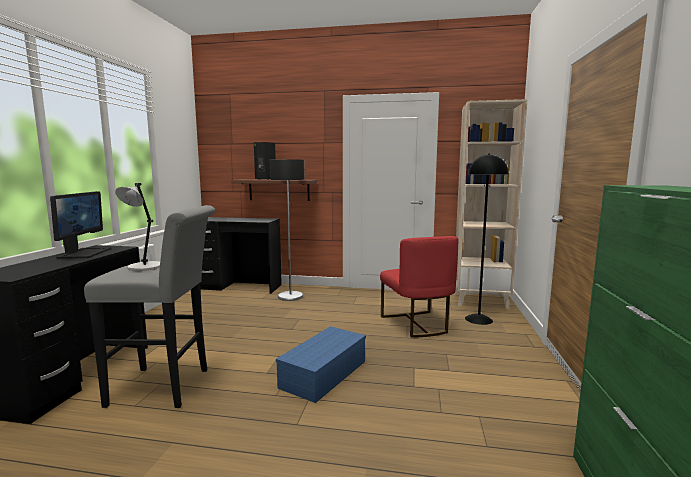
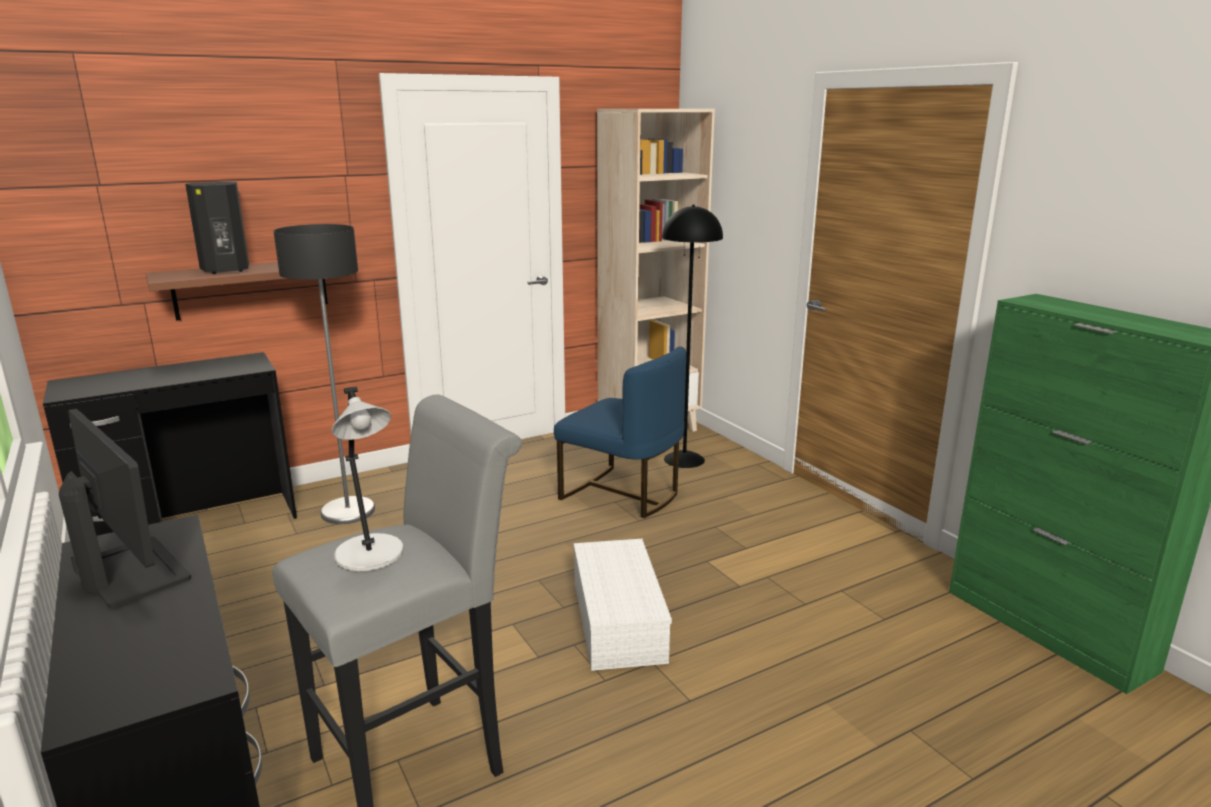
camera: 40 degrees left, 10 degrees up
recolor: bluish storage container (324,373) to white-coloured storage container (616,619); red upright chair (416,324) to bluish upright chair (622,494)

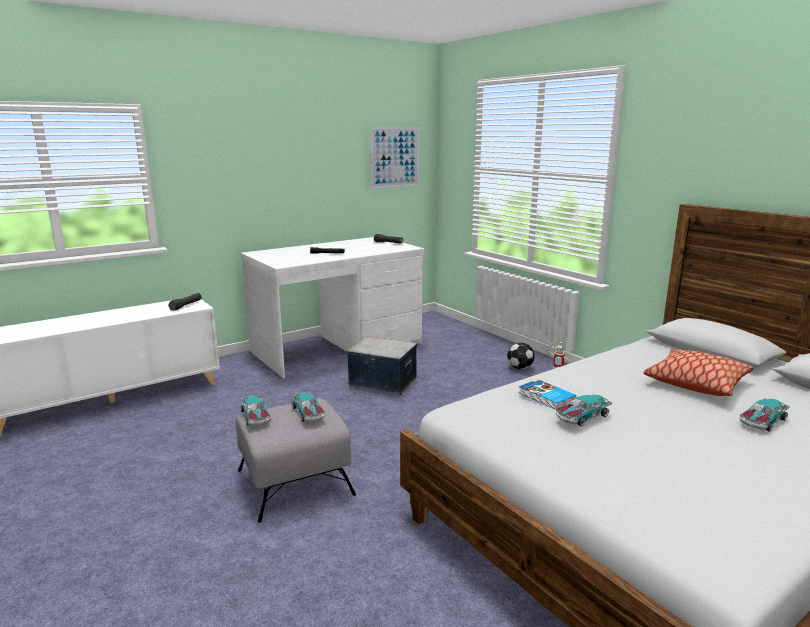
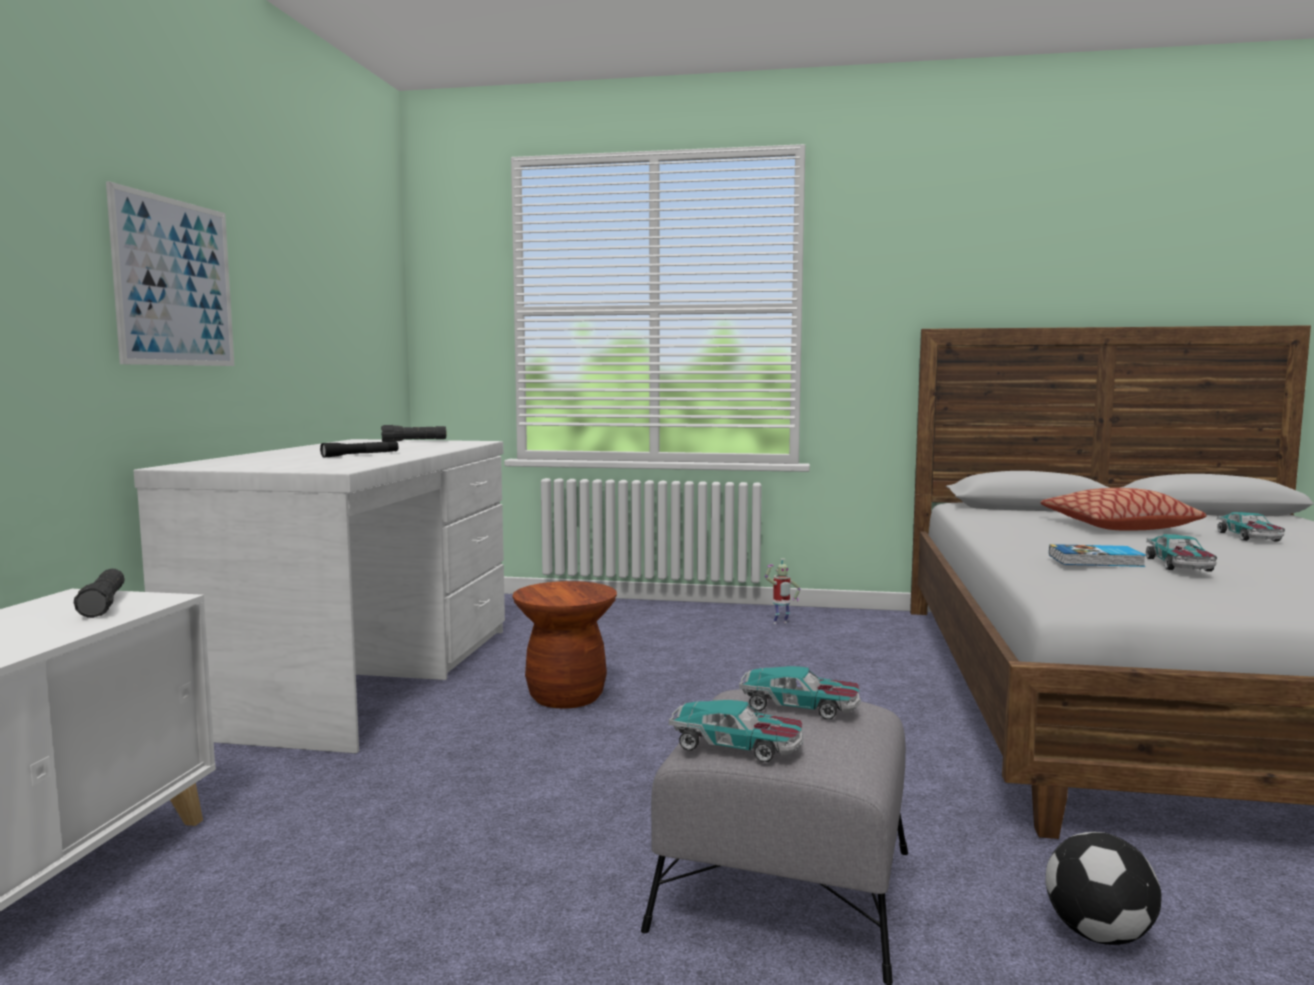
camera: 45 degrees left, 10 degrees down
move: wall picture (395,157) to (175,283); ball for football (520,368) to (1098,933)
replace: storage container (383,382) to brown stool seat (566,697)

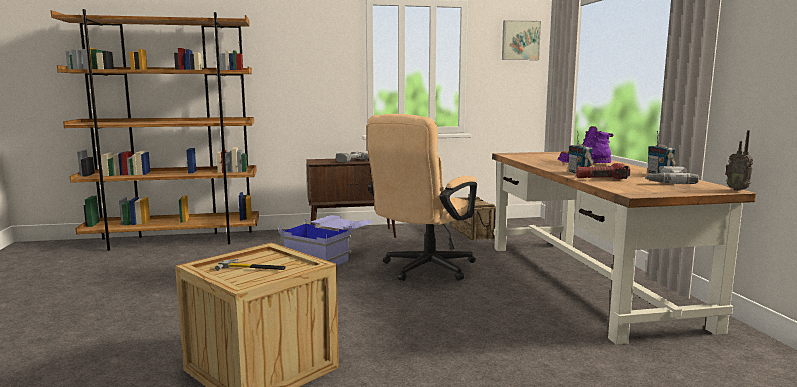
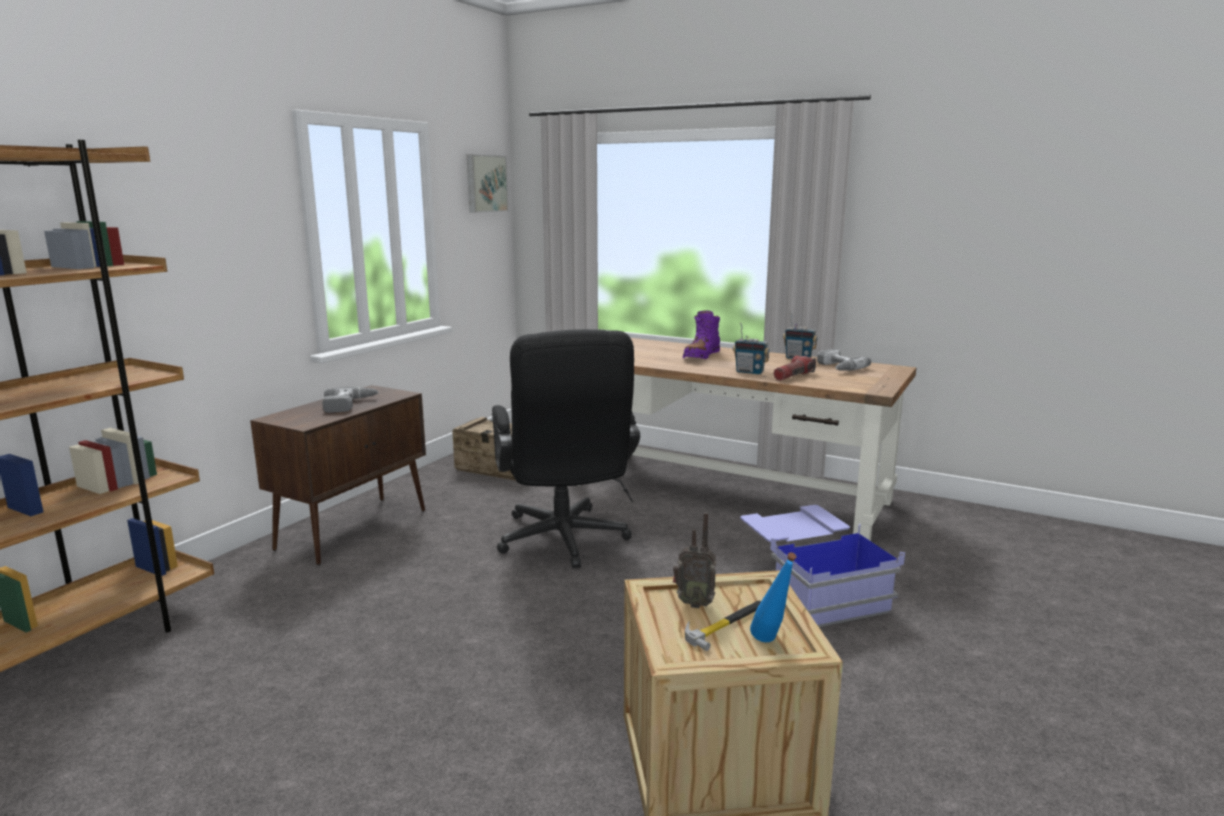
camera: 50 degrees left, 5 degrees up
insert: bluish beverage bottle (771,644)
move: bluish storage container (329,257) to (811,588); radio (737,190) to (694,603)
recolor: beige-coloured computer chair (423,270) to blackish computer chair (564,543)

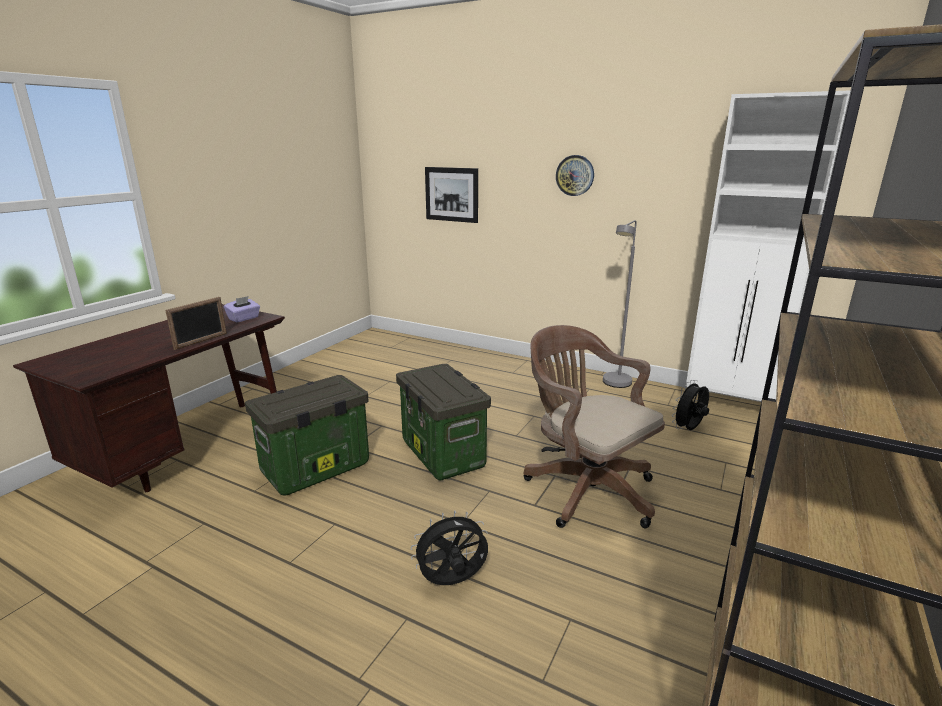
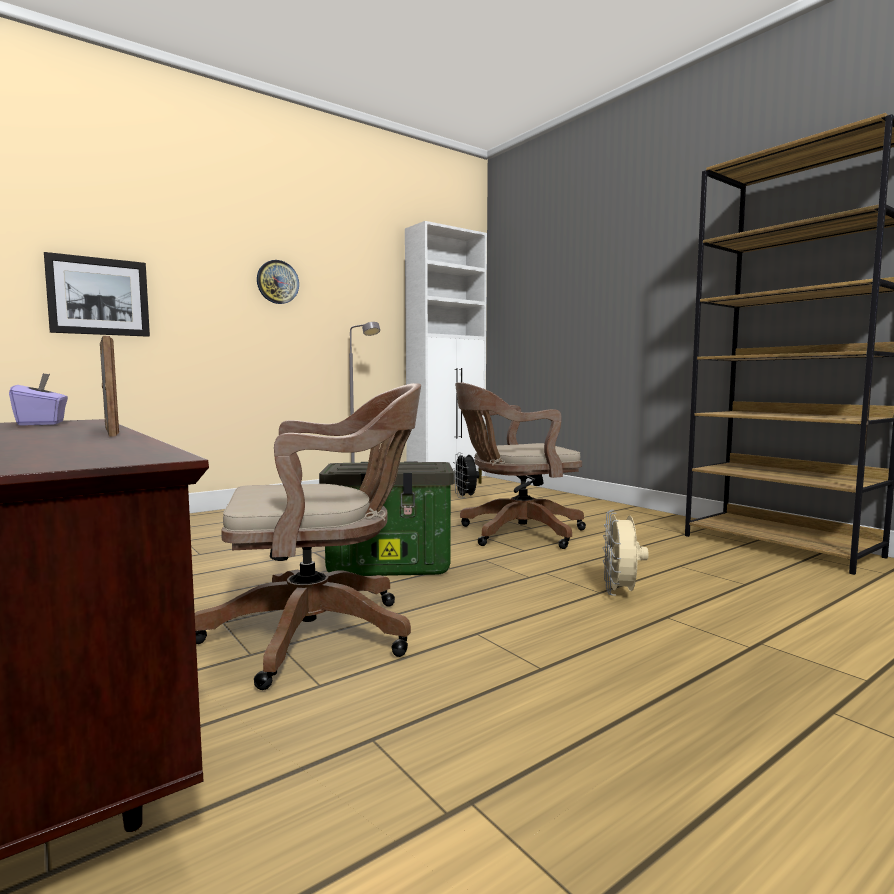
camera: 65 degrees left, 15 degrees down
replace: storage container (315,469) to brown computer chair (322,633)
recolor: blackish fan (452,582) to beige-coloured fan (620,593)

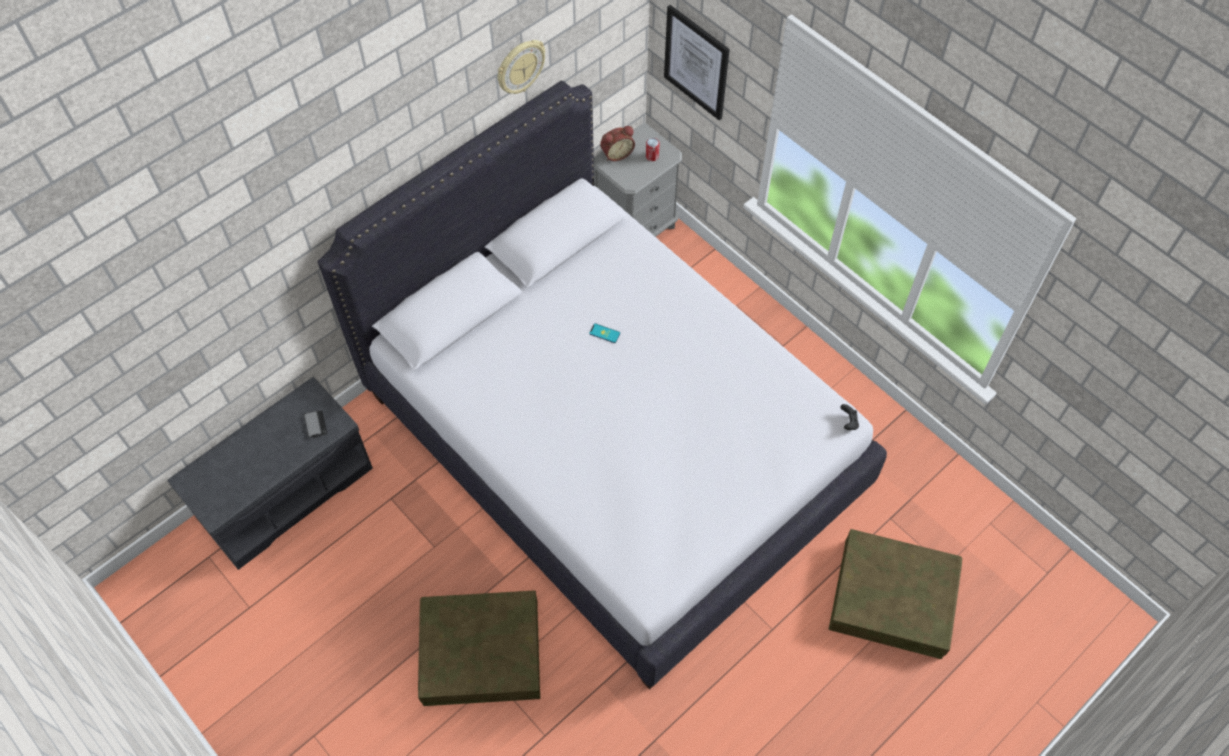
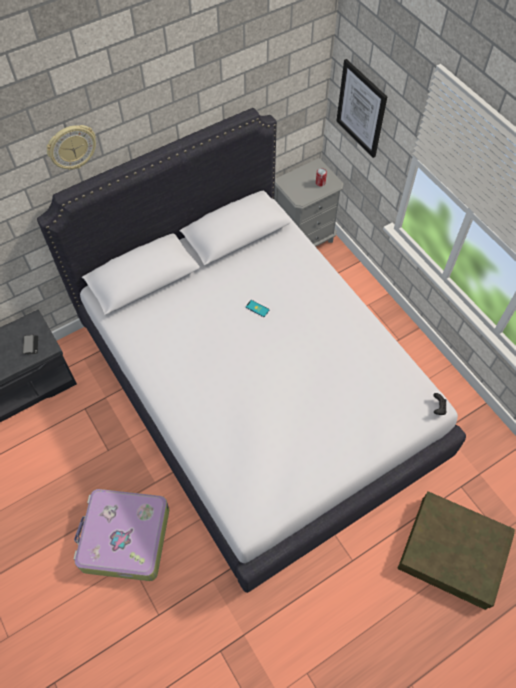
camera: 10 degrees right, 0 degrees up
delete: table clock (616,153)
move: clock on the wall (520,67) to (71,147)
replace: brown storage container (481,652) to travel case (124,538)

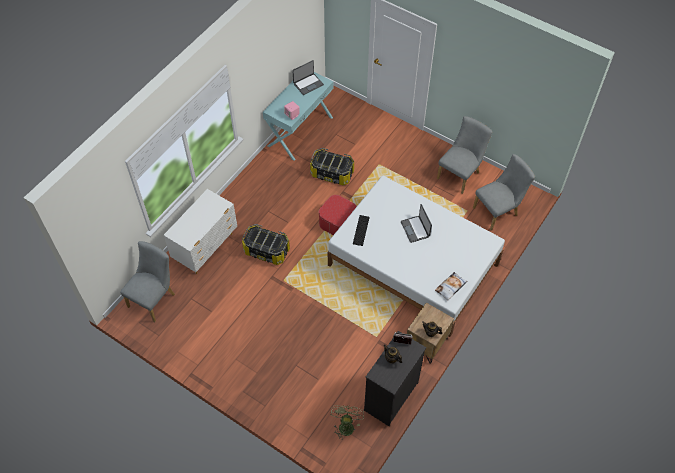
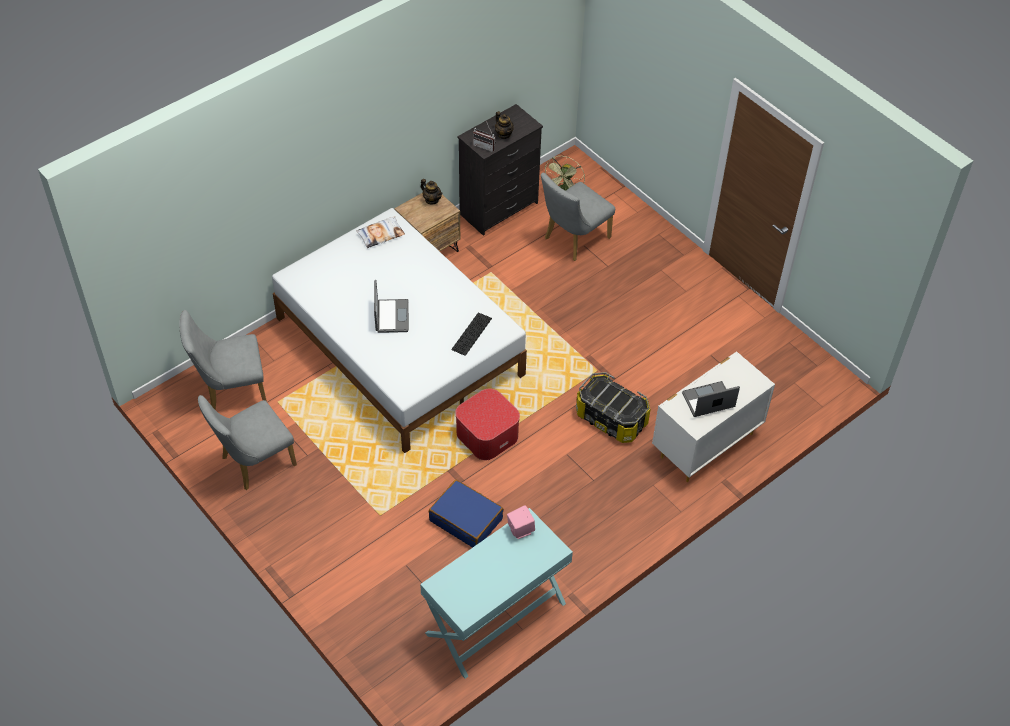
camera: 165 degrees left, 5 degrees down
move: grey upright chair (154,298) to (573,240); laptop (308,84) to (708,401)
replace: storage container (332,173) to bluish travel case (466,519)

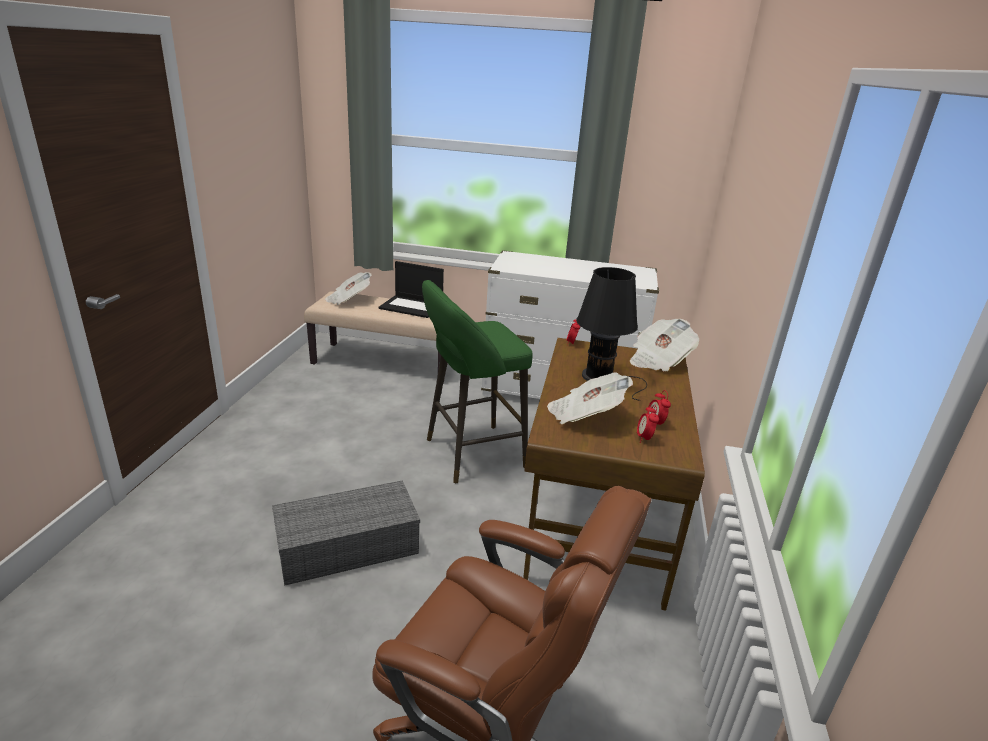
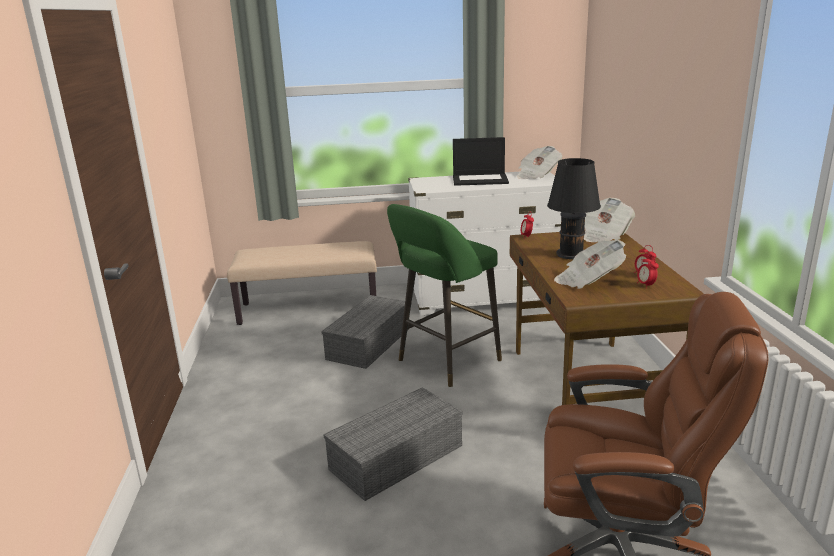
camera: 15 degrees left, 5 degrees down
insert: grey storage container (369,344)
move: printed paper (348,300) to (537,175); laptop (412,307) to (480,179)

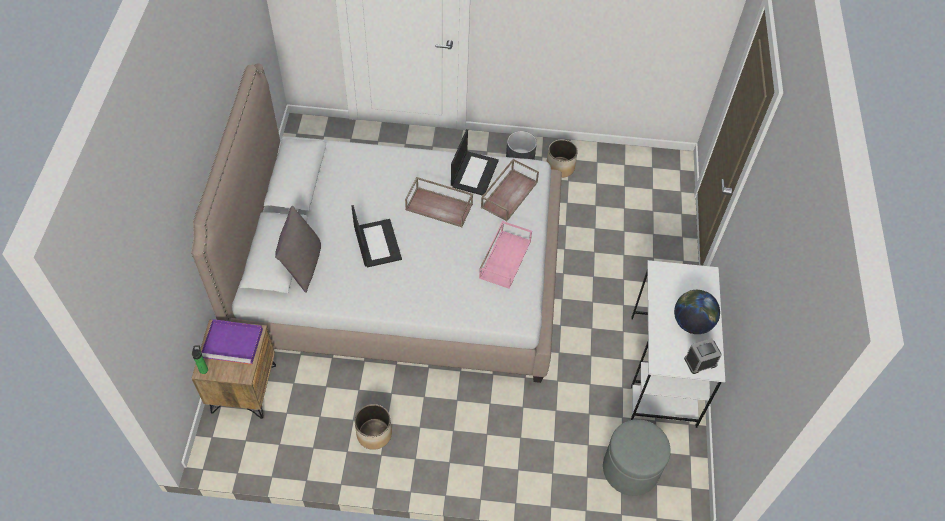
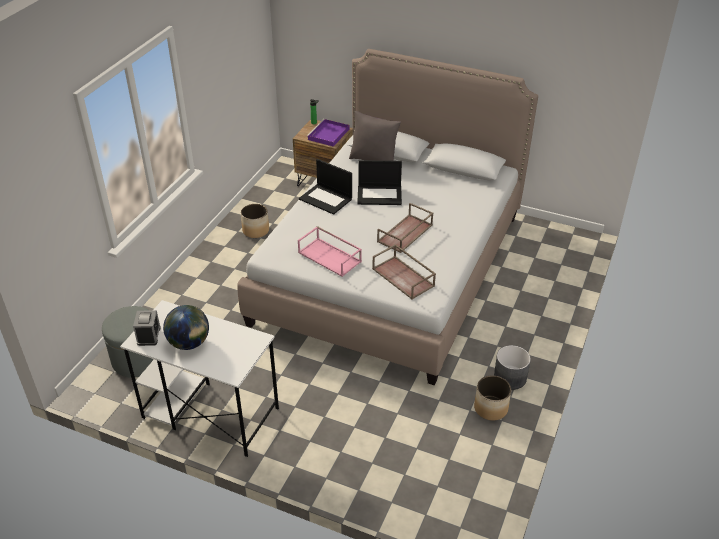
camera: 110 degrees right, 15 degrees down
move: laptop (474,173) to (326,199)

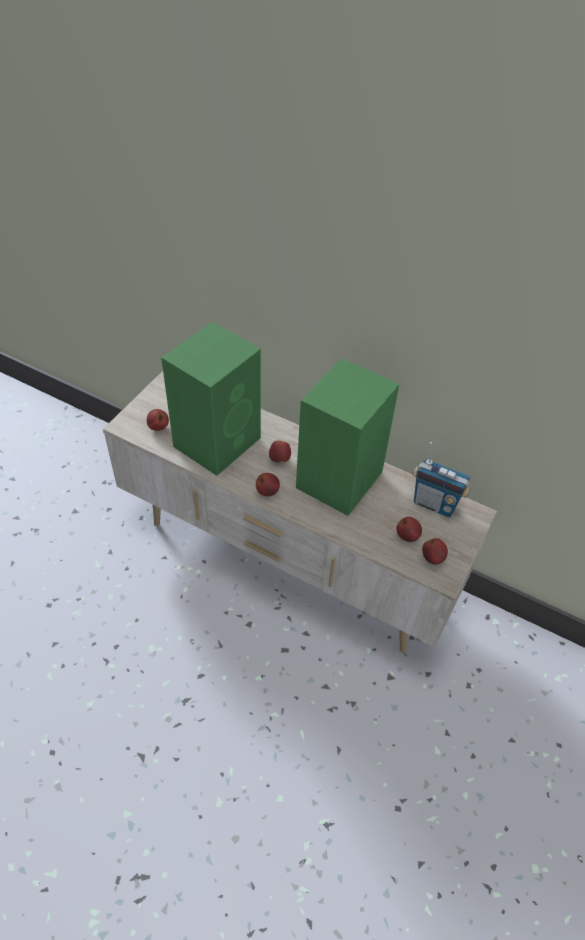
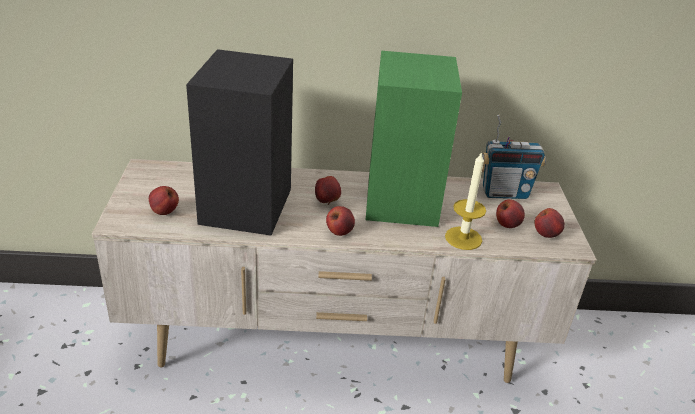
camera: 30 degrees left, 15 degrees down
insert: wax candle (463,238)
recolor: green speaker (218,441) to blackish speaker (247,204)

